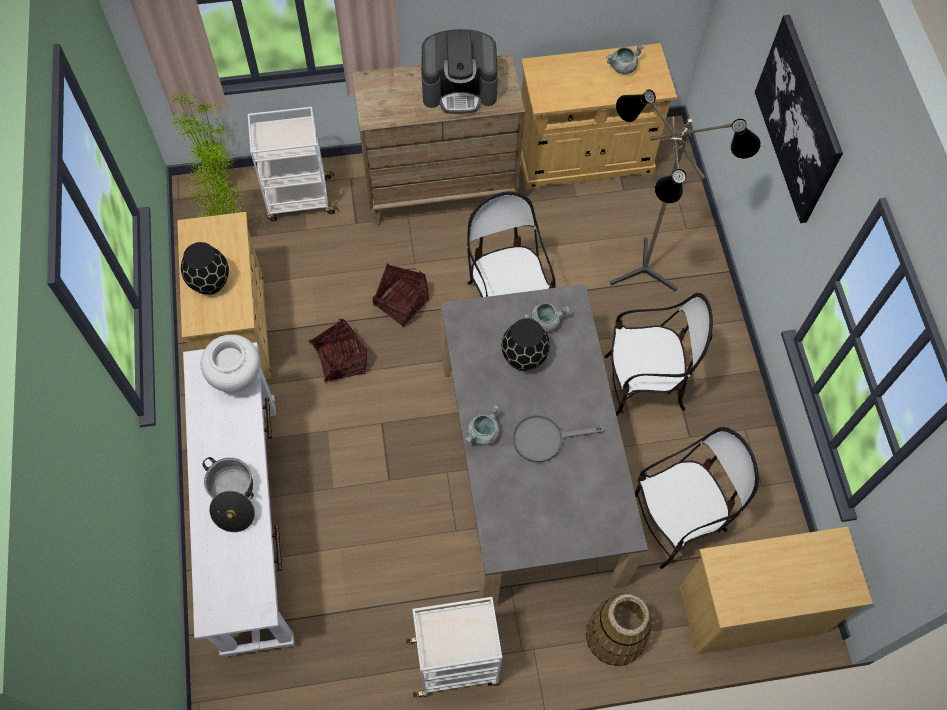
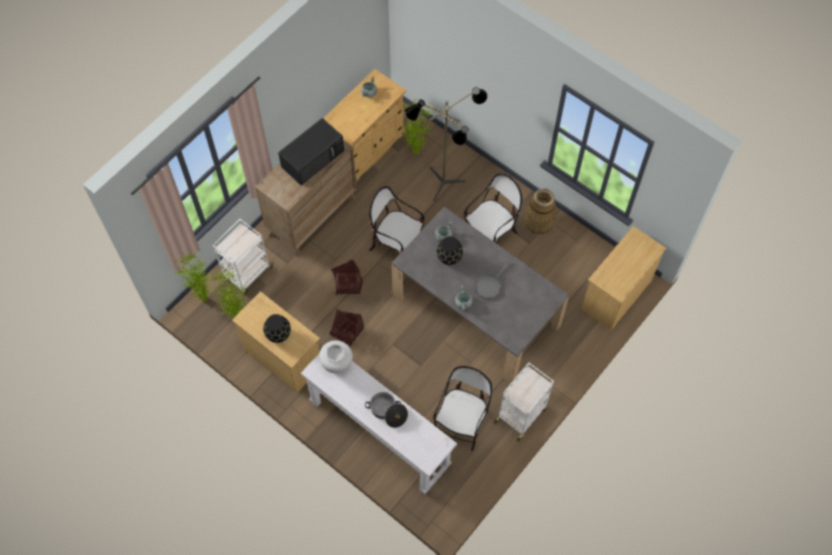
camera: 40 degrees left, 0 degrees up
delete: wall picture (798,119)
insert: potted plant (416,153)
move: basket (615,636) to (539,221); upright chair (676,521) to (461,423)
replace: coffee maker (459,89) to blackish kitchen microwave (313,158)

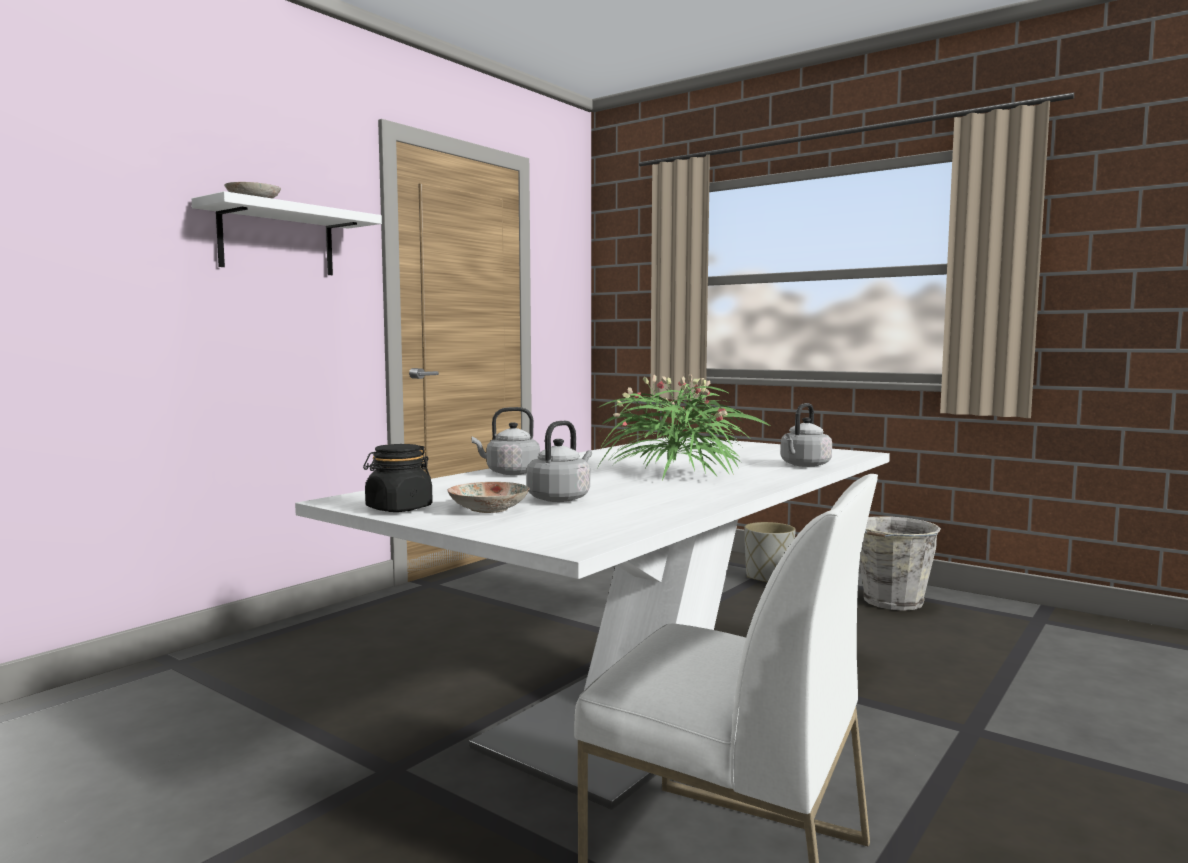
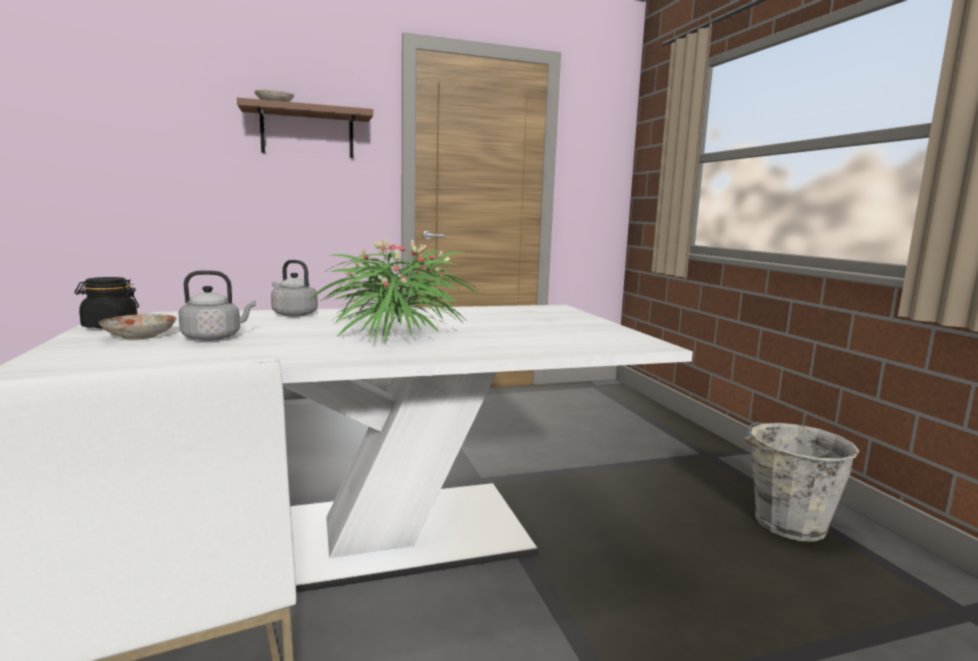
camera: 35 degrees right, 5 degrees up
delete: grey plant pot (768,577); grey tea kettle (804,465)
recolor: white-coloured shelf (277,240) to brown shelf (307,133)

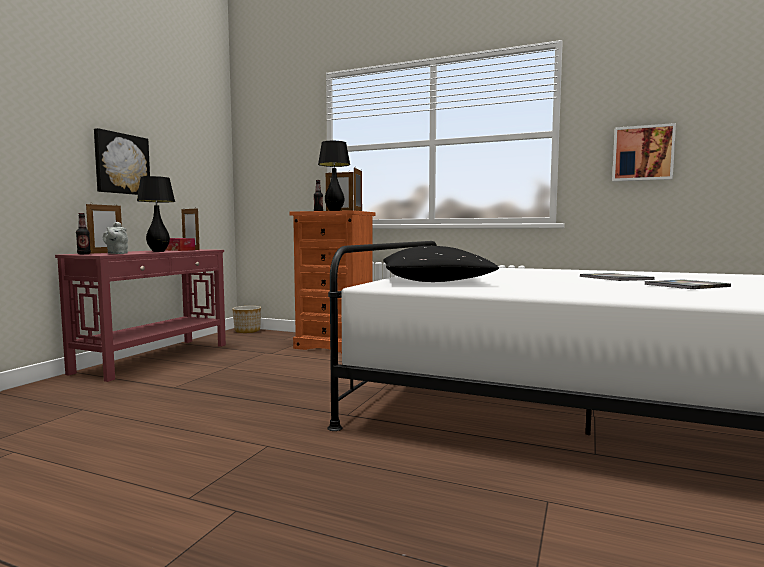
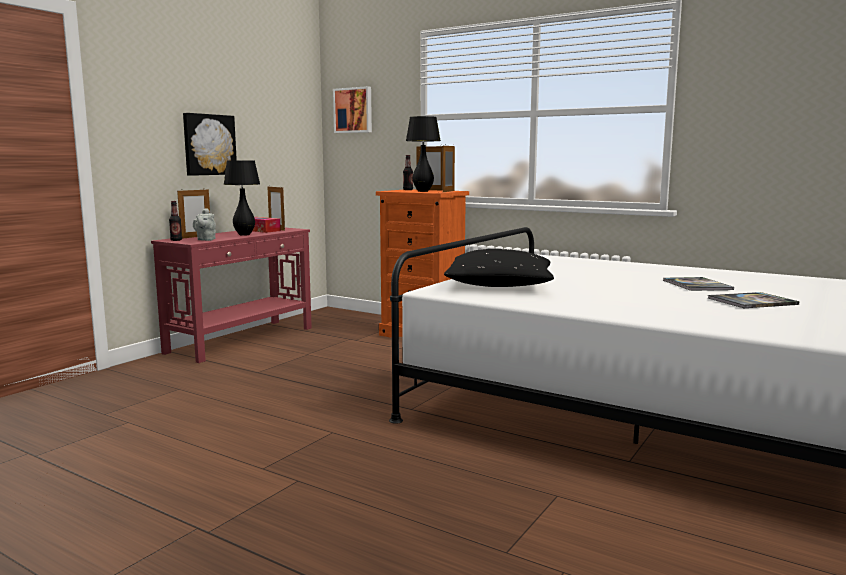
camera: 10 degrees right, 5 degrees up
delete: plant pot (247,331)
move: wall picture (642,153) to (353,110)

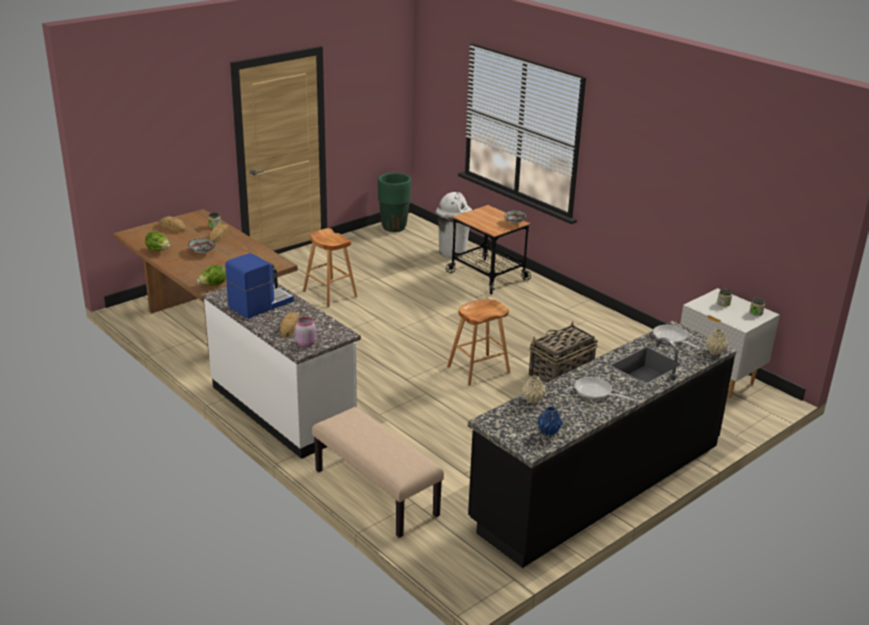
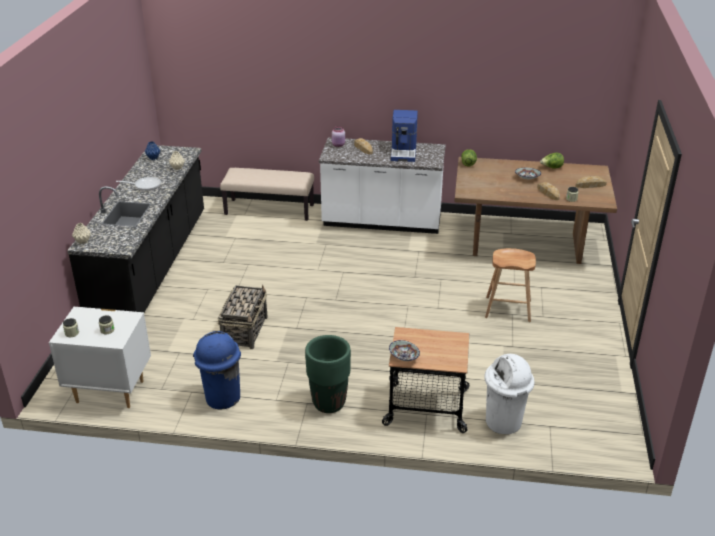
camera: 140 degrees right, 5 degrees up
delete: brown stool seat (478,370); pan (672,338)
insert: bluish waste bin (222,398)
move: green plant pot (394,227) to (329,403)

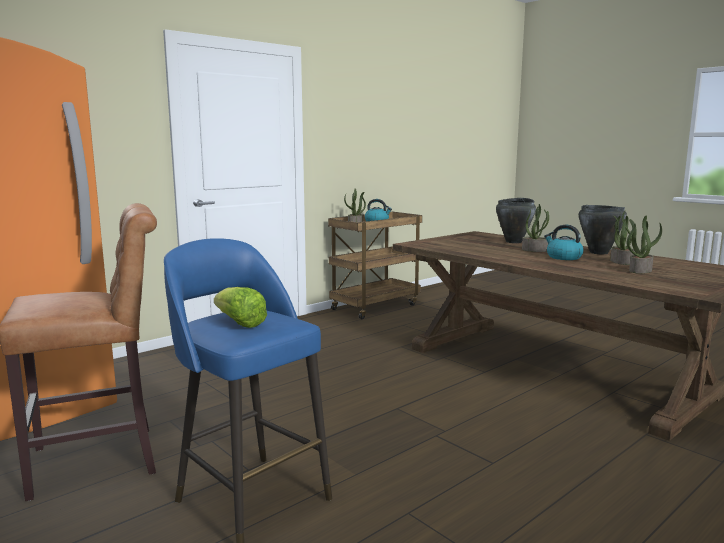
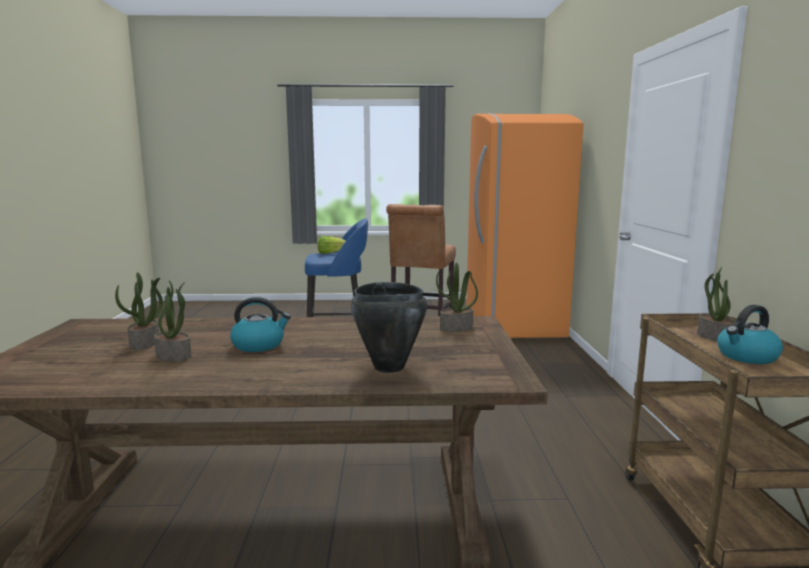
camera: 130 degrees right, 0 degrees up
delete: blackish saucepot (599,253)
move: potted plant (535,250) to (456,328)

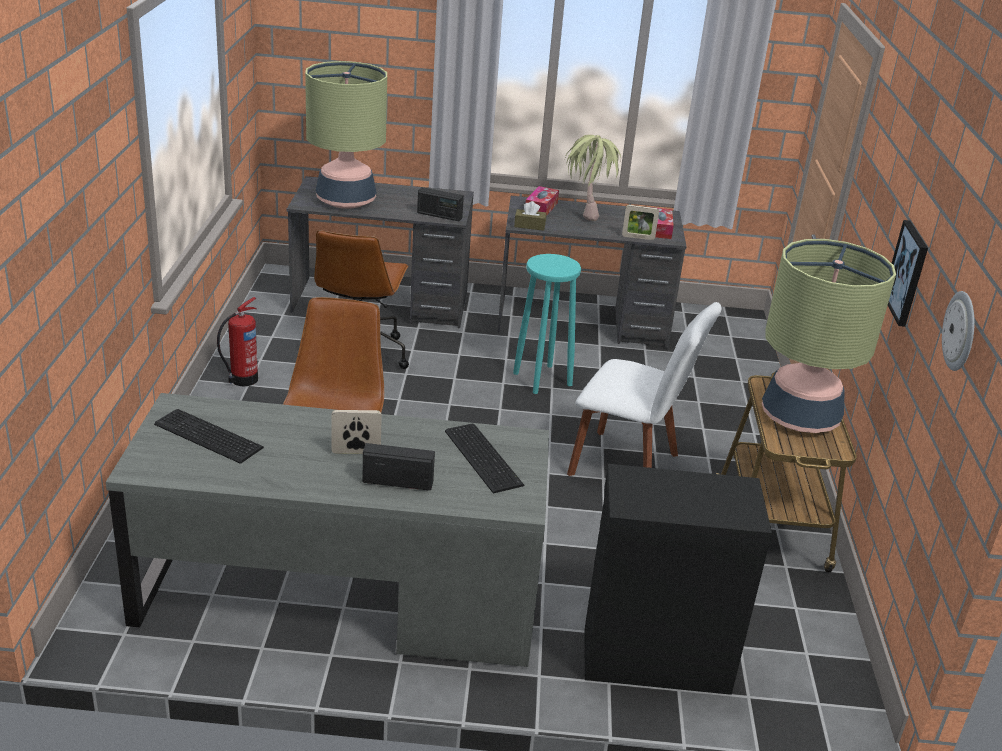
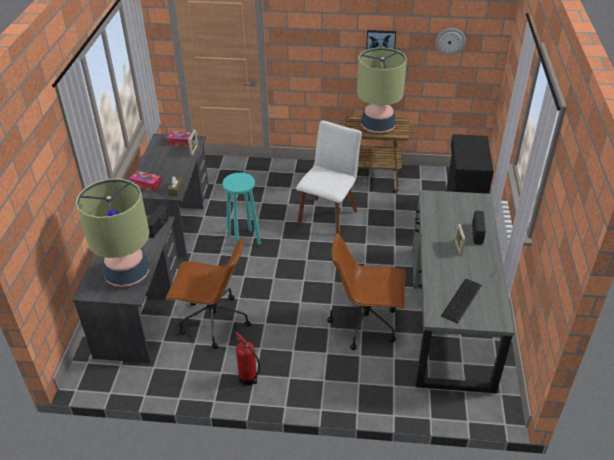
camera: 85 degrees left, 10 degrees up
delete: PC keyboard (484,456); potted plant (587,212)

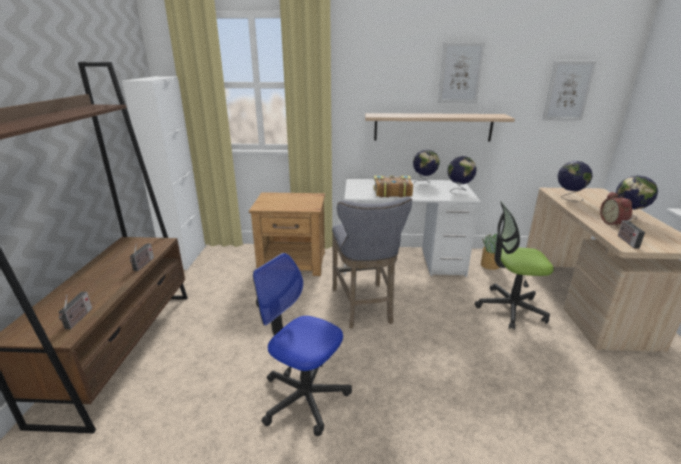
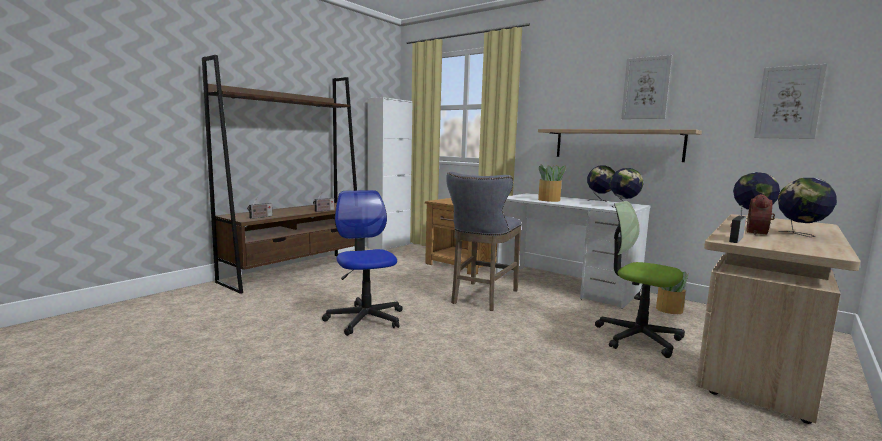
camera: 35 degrees right, 15 degrees down
replace: bound book (392,192) to potted plant (549,200)

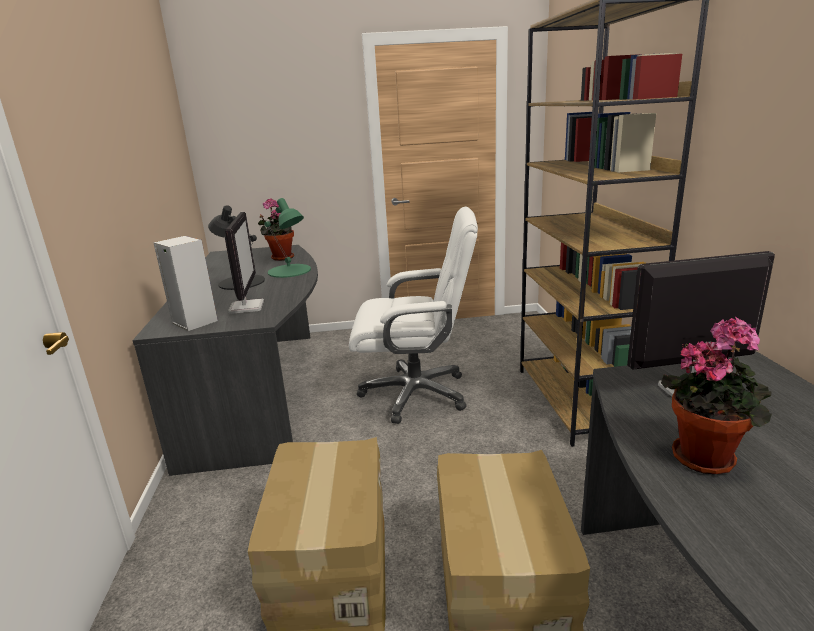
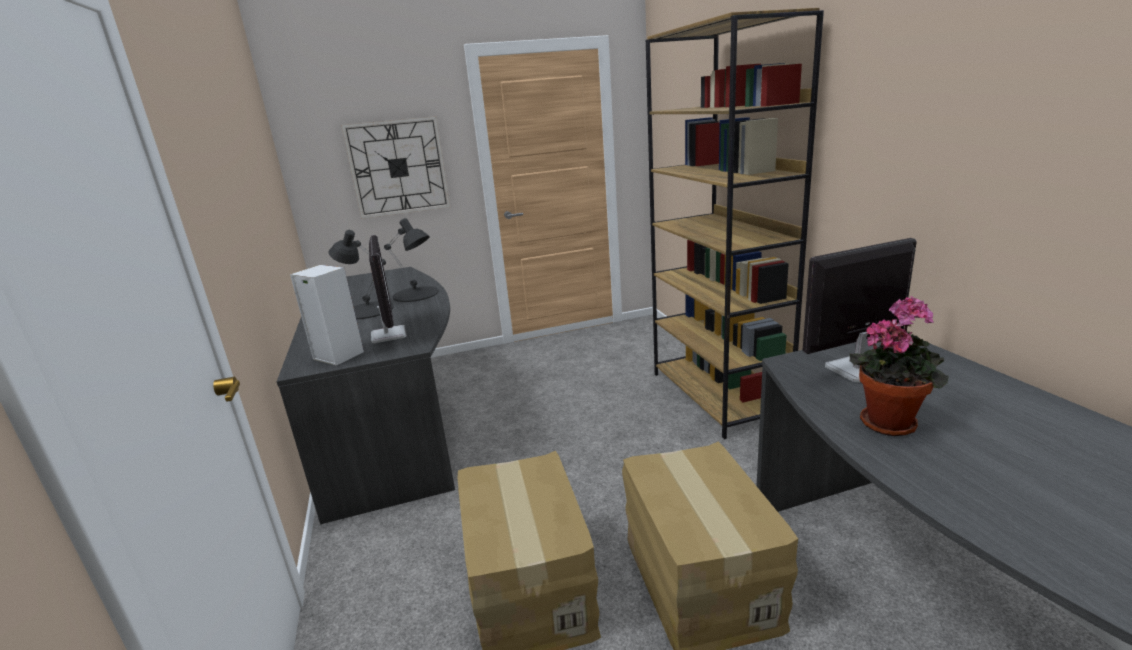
camera: 10 degrees left, 0 degrees up
delete: potted plant (280,258); white-coloured computer chair (416,393)
insert: clock on the wall (398,167)
recolor: green tabletop lamp (289,271) to blackish tabletop lamp (416,294)

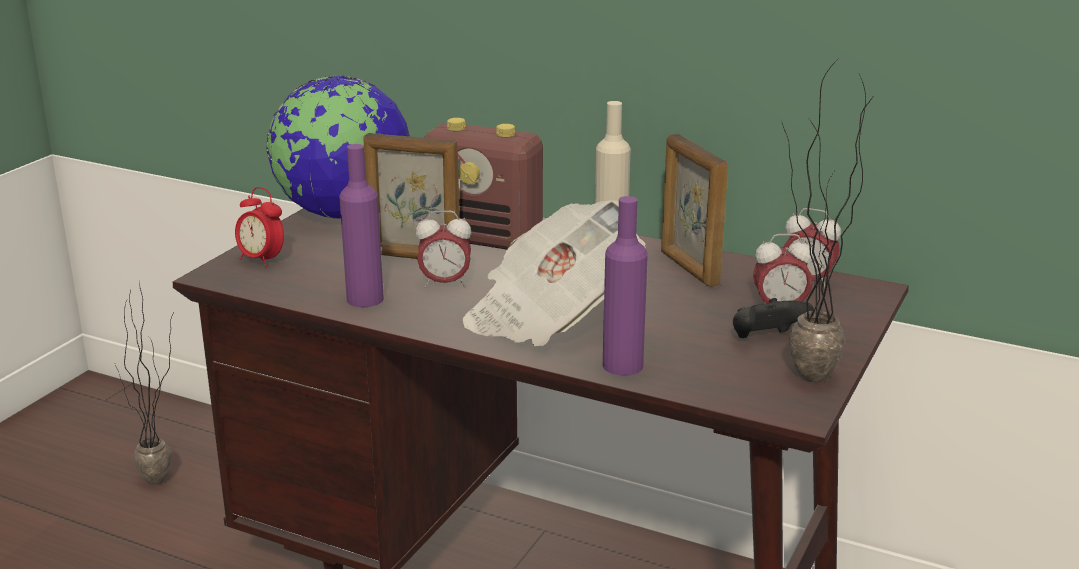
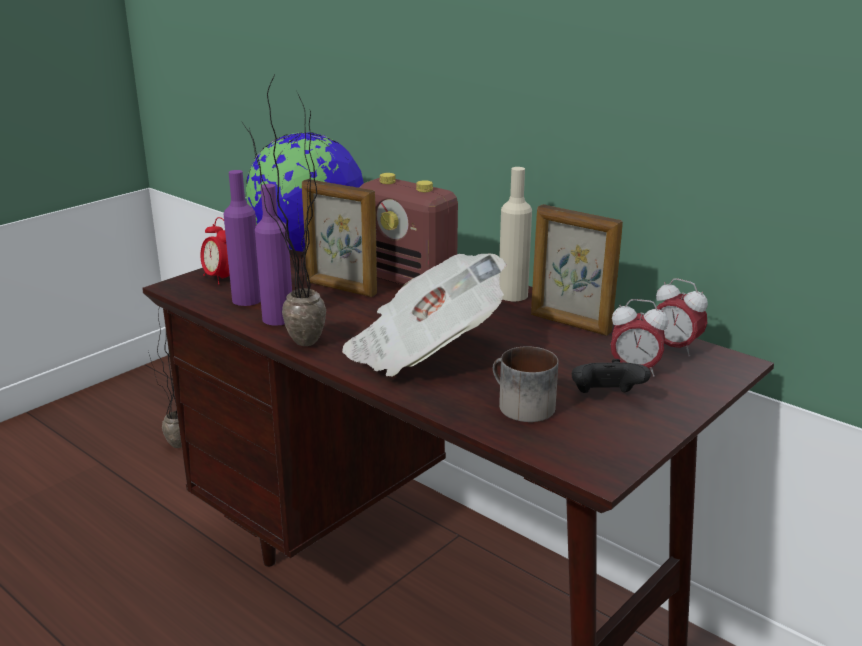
camera: 15 degrees right, 0 degrees up
delete: table clock (445,283)
insert: mug (519,406)
move: purplish beverage bottle (622,365) to (247,299); potted plant (799,381) to (292,344)
rotate: standing frame (688,269) = (570,324) 45 degrees counterclockwise

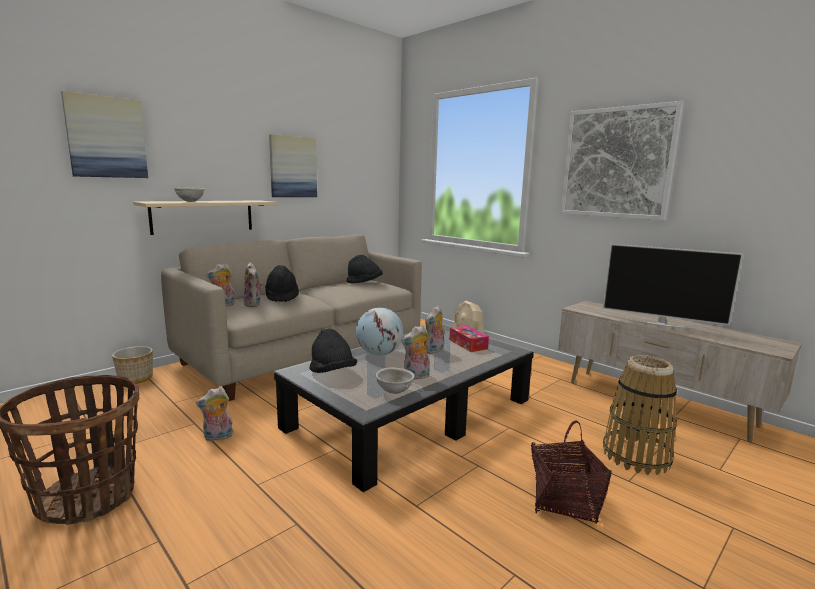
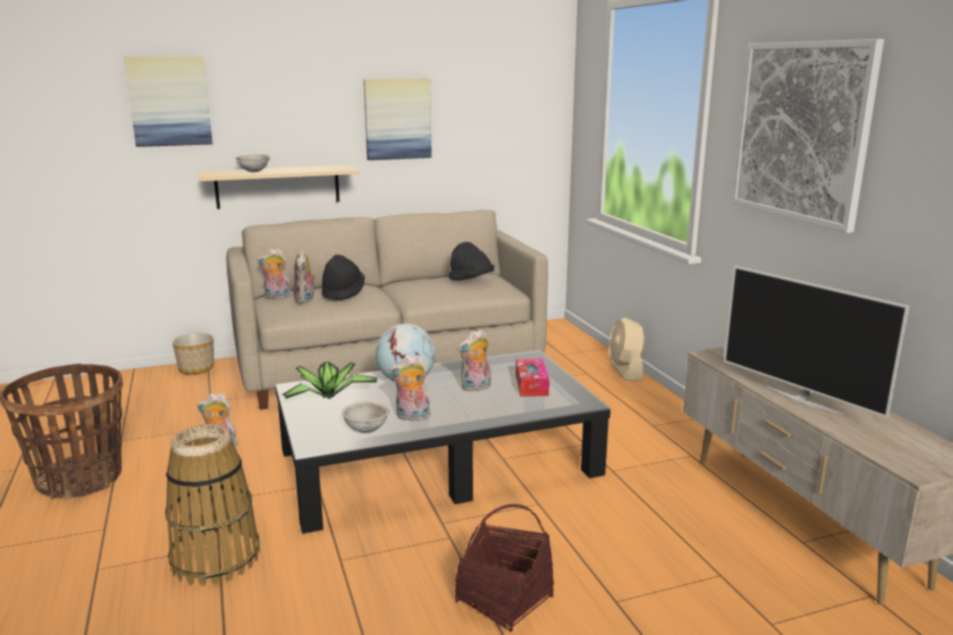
camera: 25 degrees right, 5 degrees up
move: basket (636,456) to (216,558)
replace: blackish hat (332,372) to potted plant (328,396)

